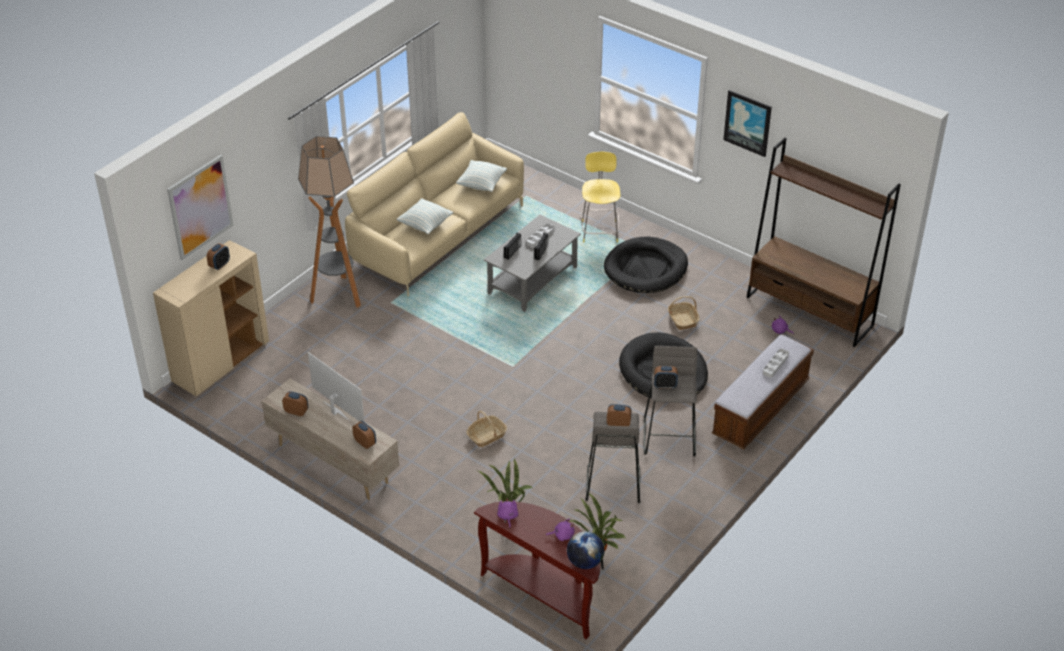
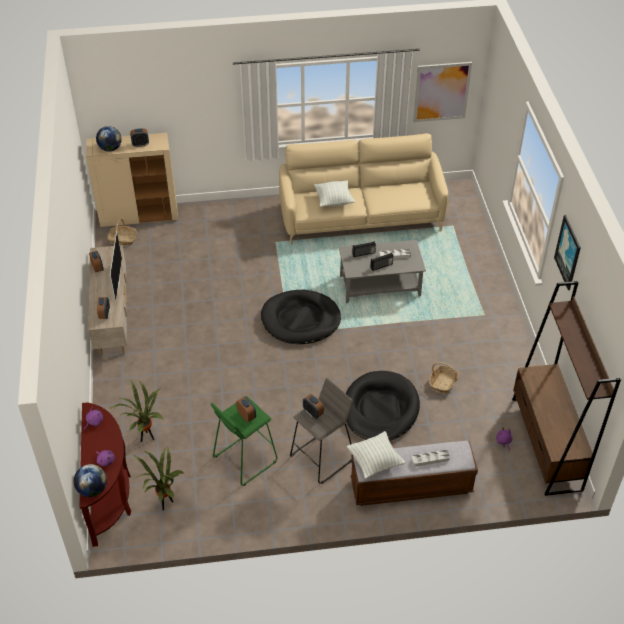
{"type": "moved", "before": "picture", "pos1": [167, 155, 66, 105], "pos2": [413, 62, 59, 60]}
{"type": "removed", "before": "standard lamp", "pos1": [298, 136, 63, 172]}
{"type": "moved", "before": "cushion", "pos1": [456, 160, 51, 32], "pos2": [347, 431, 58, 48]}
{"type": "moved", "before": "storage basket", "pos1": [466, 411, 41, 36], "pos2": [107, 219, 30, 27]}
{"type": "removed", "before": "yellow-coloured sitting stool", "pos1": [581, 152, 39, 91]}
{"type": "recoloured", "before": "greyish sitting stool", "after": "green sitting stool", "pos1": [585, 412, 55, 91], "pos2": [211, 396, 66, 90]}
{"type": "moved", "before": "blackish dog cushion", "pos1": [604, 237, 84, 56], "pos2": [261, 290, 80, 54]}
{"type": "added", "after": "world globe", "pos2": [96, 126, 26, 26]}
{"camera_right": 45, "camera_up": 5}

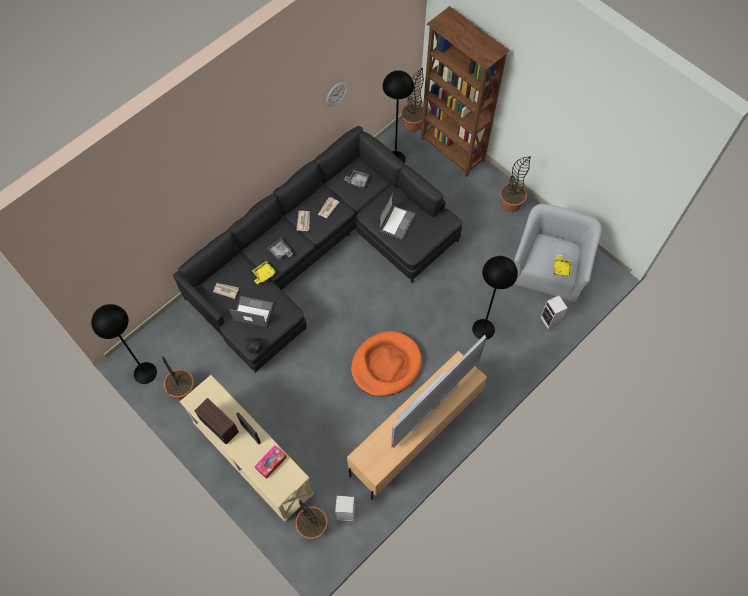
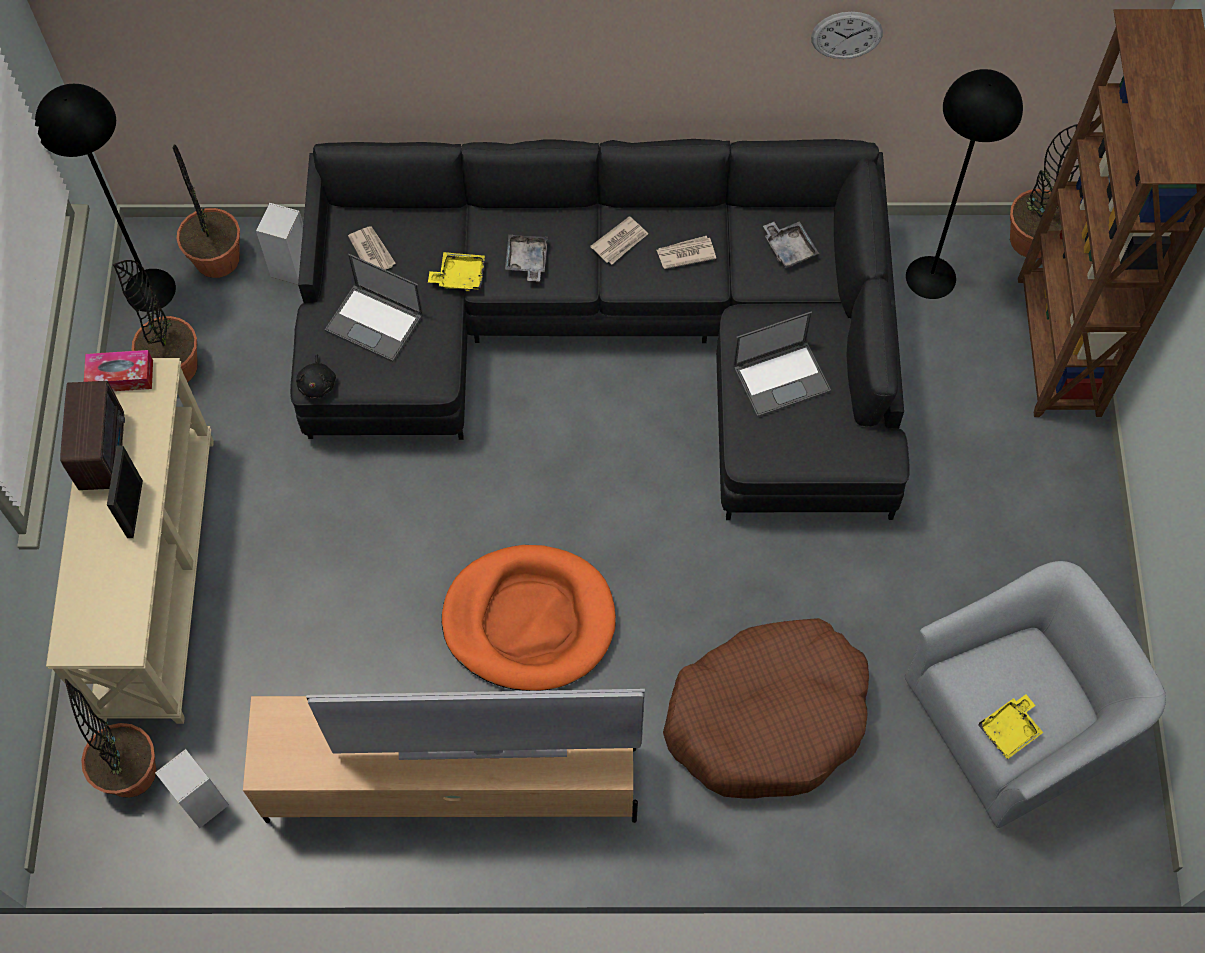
{"type": "turned", "before": "portable computer", "pos1": [229, 296, 45, 31], "pos2": [325, 254, 99, 108], "turn": 150}
{"type": "moved", "before": "tissue box", "pos1": [255, 445, 32, 34], "pos2": [84, 350, 69, 41]}
{"type": "replaced", "before": "blackish standard lamp", "after": "brown-coloured dog cushion", "pos1": [472, 256, 46, 84], "pos2": [663, 618, 206, 180]}
{"type": "moved", "before": "potted plant", "pos1": [500, 156, 31, 56], "pos2": [173, 144, 67, 134]}
{"type": "moved", "before": "audio speaker", "pos1": [540, 295, 28, 34], "pos2": [256, 203, 47, 82]}
{"camera_right": 45, "camera_up": 0}

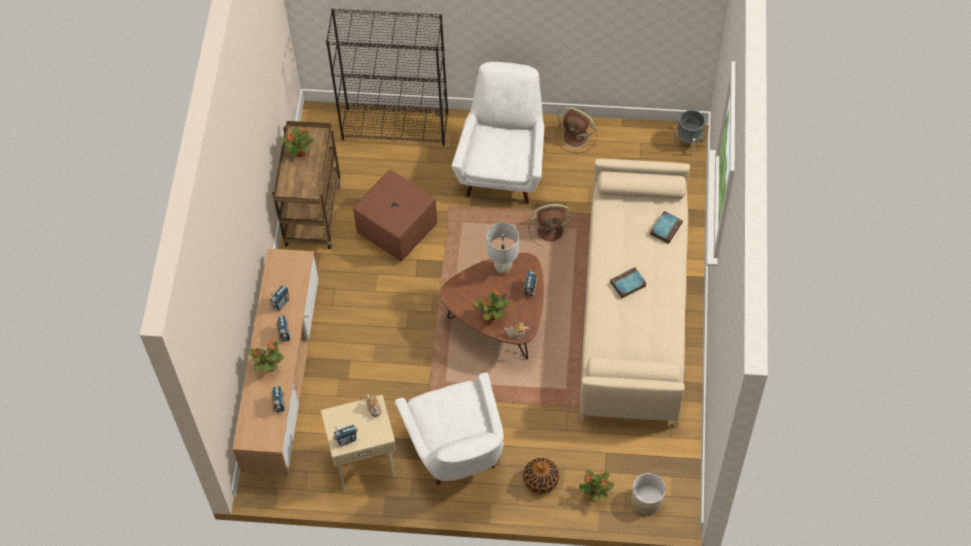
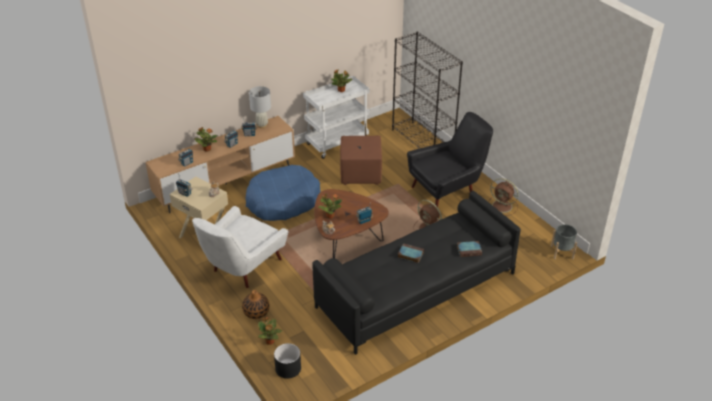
{"type": "recoloured", "before": "brown-coloured trolley", "after": "white-coloured trolley", "pos1": [272, 121, 69, 128], "pos2": [303, 76, 67, 83]}
{"type": "recoloured", "before": "white-coloured armchair", "after": "blackish armchair", "pos1": [452, 62, 92, 142], "pos2": [407, 112, 86, 95]}
{"type": "moved", "before": "white-coloured lamp for a table", "pos1": [486, 222, 33, 52], "pos2": [249, 86, 22, 42]}
{"type": "turned", "before": "brown-coloured cooling fan", "pos1": [556, 107, 41, 46], "pos2": [490, 178, 29, 38], "turn": -45}
{"type": "recoloured", "before": "beige-coloured settee", "after": "blackish settee", "pos1": [580, 159, 110, 268], "pos2": [312, 191, 209, 164]}
{"type": "recoloured", "before": "beige-coloured planter", "after": "blackish planter", "pos1": [631, 473, 35, 42], "pos2": [274, 343, 27, 36]}
{"type": "added", "after": "blue-coloured dog cushion", "pos2": [245, 165, 76, 56]}
{"camera_right": 50, "camera_up": -20}

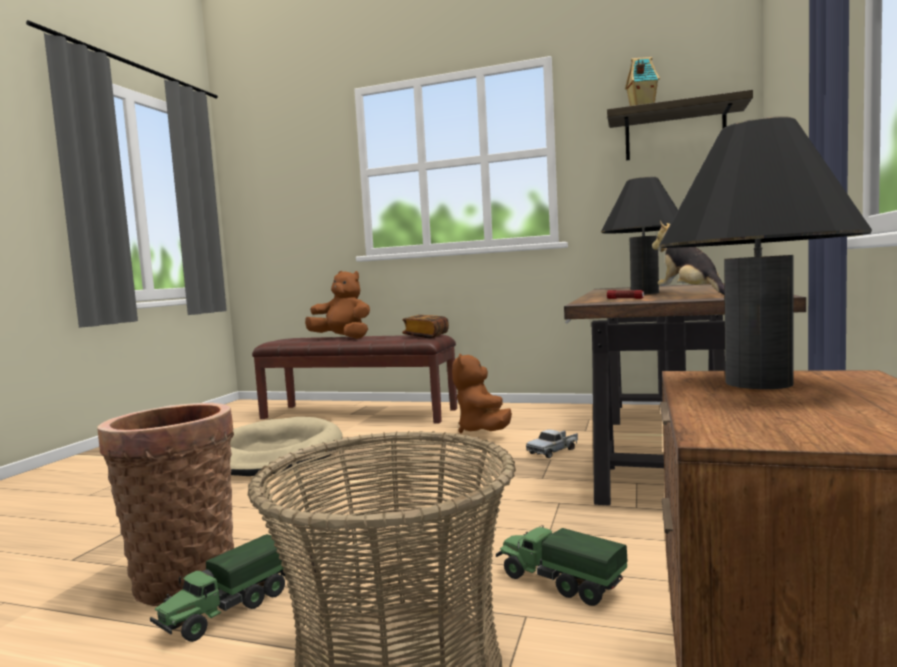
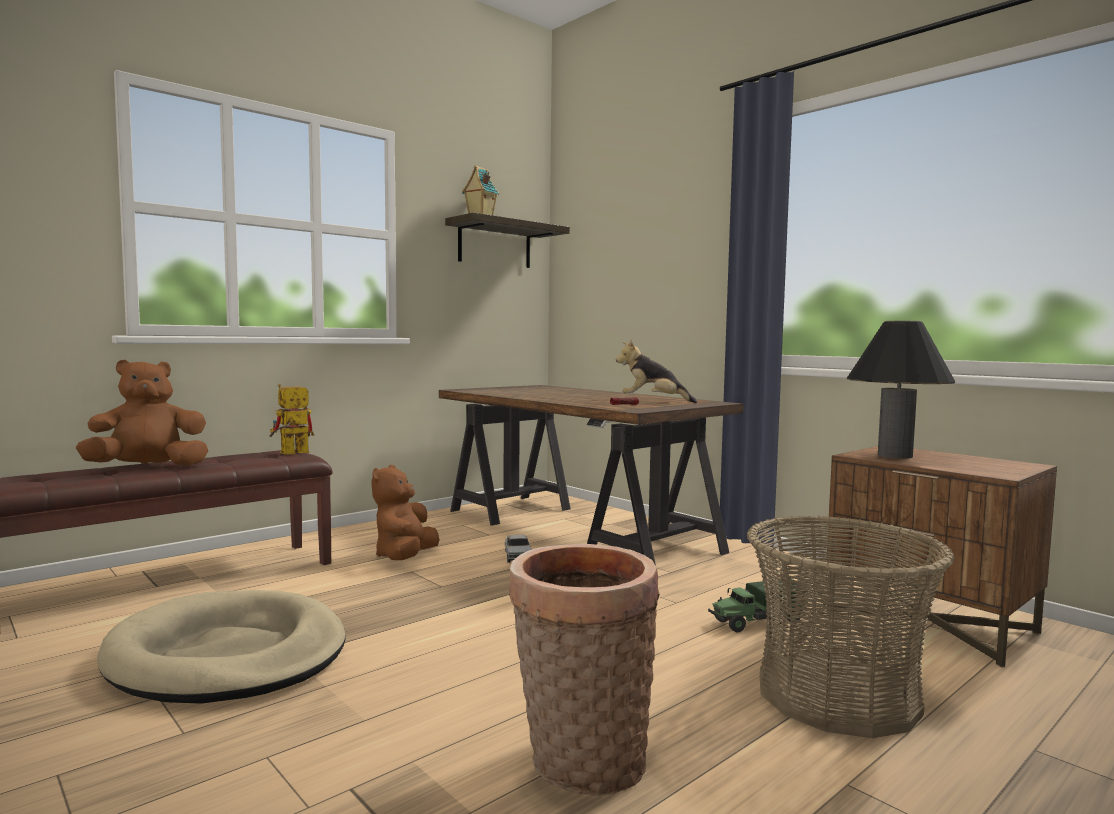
{"type": "removed", "before": "model truck", "pos1": [150, 534, 136, 108]}
{"type": "replaced", "before": "bound book", "after": "robot figure", "pos1": [402, 315, 47, 23], "pos2": [270, 384, 44, 70]}
{"type": "turned", "before": "brown-coloured cuddly toy", "pos1": [452, 354, 60, 79], "pos2": [372, 465, 67, 95], "turn": 75}
{"type": "removed", "before": "blackish lamp for a table", "pos1": [601, 177, 77, 117]}
{"camera_right": -60, "camera_up": 0}

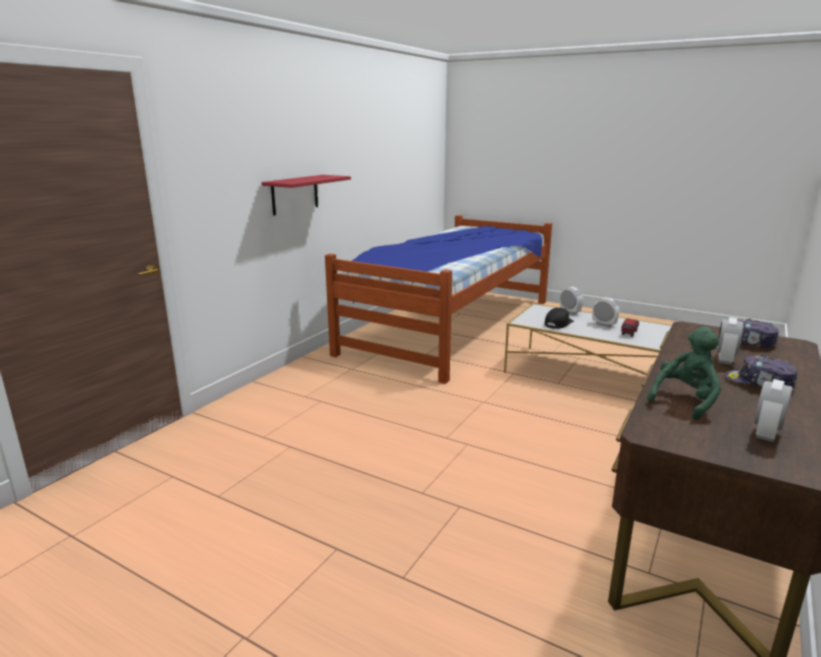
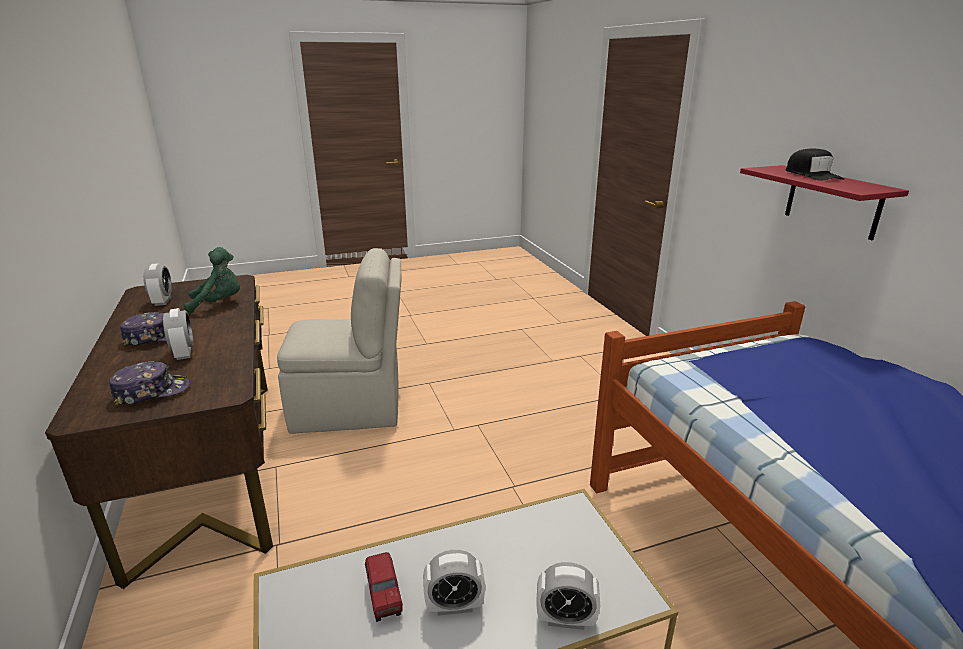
{"type": "moved", "before": "blackish cap", "pos1": [544, 308, 30, 21], "pos2": [786, 149, 59, 32]}
{"type": "turned", "before": "green cuddly toy", "pos1": [647, 327, 74, 93], "pos2": [184, 247, 56, 67], "turn": -105}
{"type": "added", "after": "beige-coloured plain chair", "pos2": [277, 248, 124, 186]}
{"camera_right": 130, "camera_up": 5}

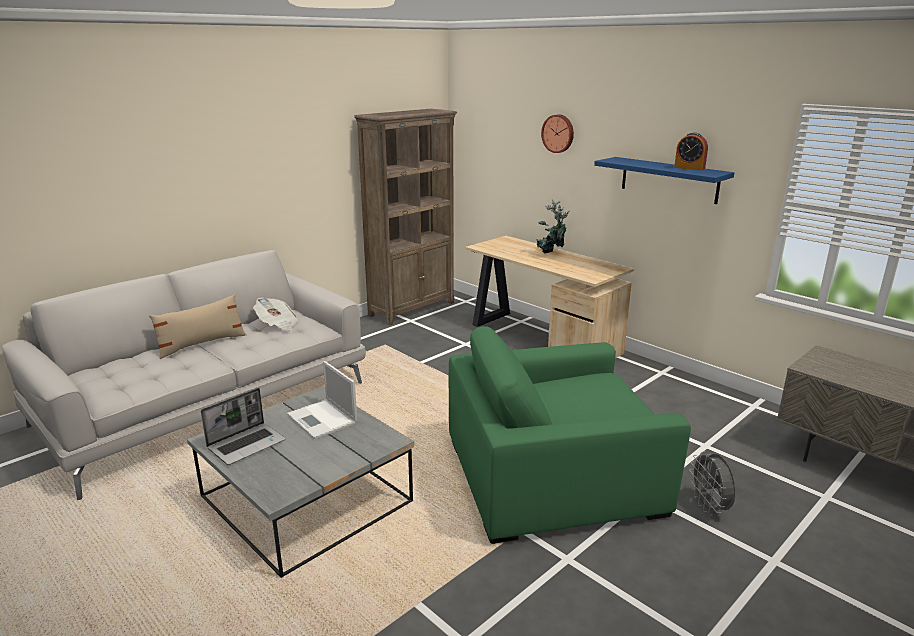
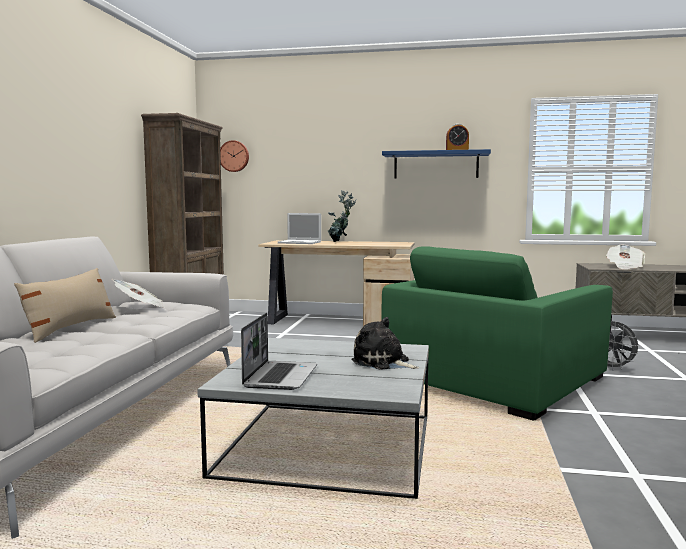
{"type": "moved", "before": "portable computer", "pos1": [287, 361, 70, 79], "pos2": [278, 213, 43, 31]}
{"type": "moved", "before": "wall clock", "pos1": [541, 114, 33, 39], "pos2": [220, 140, 29, 32]}
{"type": "added", "after": "cuddly toy", "pos2": [351, 317, 68, 53]}
{"type": "added", "after": "newspaper", "pos2": [606, 244, 39, 25]}
{"camera_right": -35, "camera_up": -15}

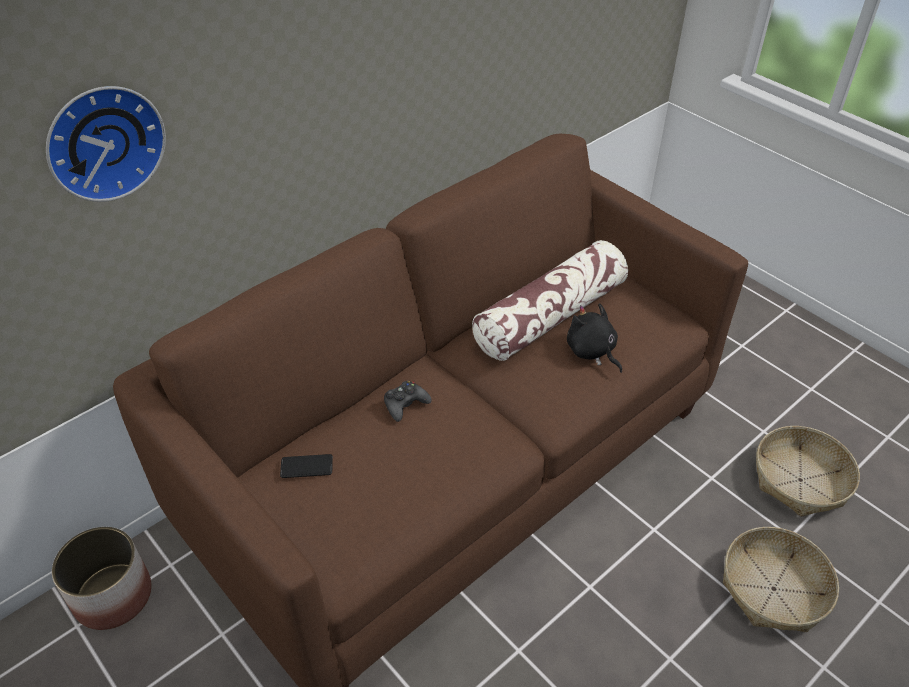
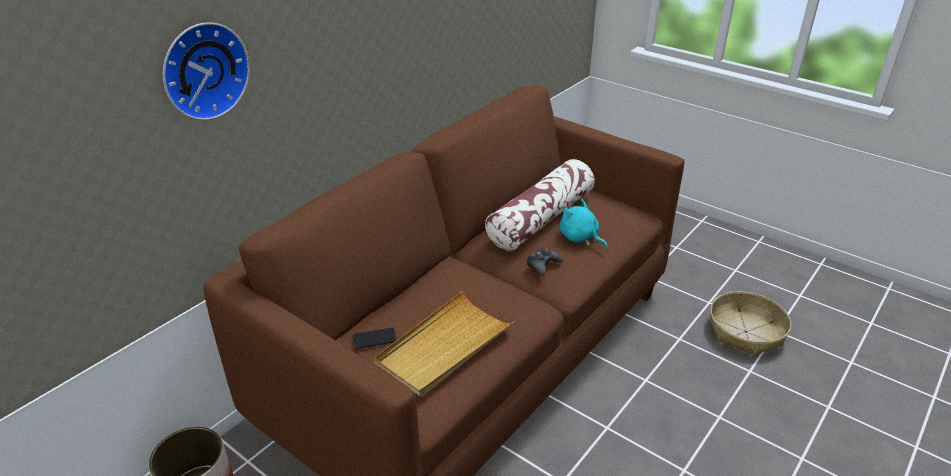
{"type": "moved", "before": "blackish joypad", "pos1": [384, 381, 48, 41], "pos2": [527, 247, 36, 29]}
{"type": "recoloured", "before": "blackish cuddly toy", "after": "blue-green cuddly toy", "pos1": [567, 303, 55, 70], "pos2": [560, 199, 48, 49]}
{"type": "removed", "before": "storage basket", "pos1": [723, 527, 116, 105]}
{"type": "added", "after": "beige-coloured serving tray", "pos2": [374, 291, 141, 106]}
{"camera_right": -10, "camera_up": -10}

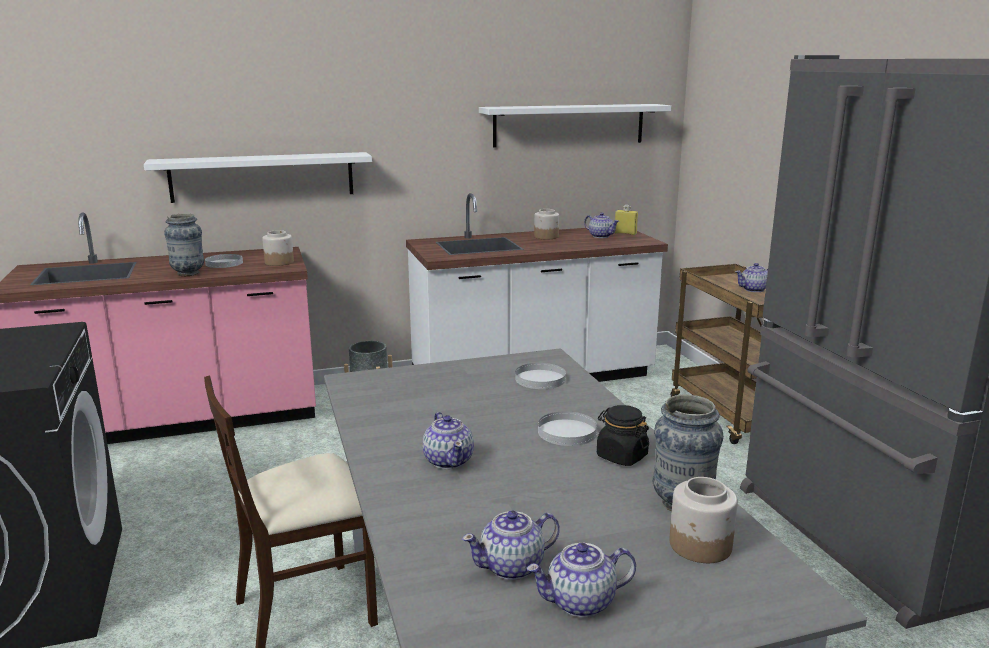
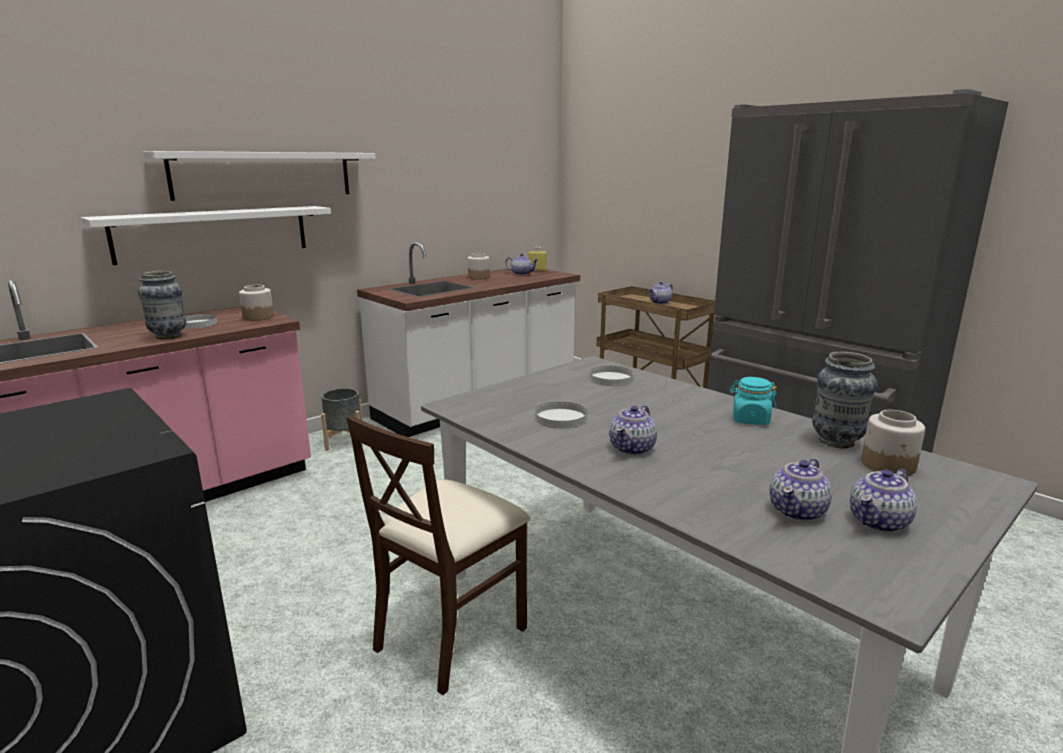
{"type": "turned", "before": "tea pot", "pos1": [423, 412, 51, 57], "pos2": [610, 405, 47, 50], "turn": 75}
{"type": "moved", "before": "white-coloured shelf", "pos1": [479, 104, 192, 43], "pos2": [142, 151, 234, 50]}
{"type": "moved", "before": "white-coloured dinner plate", "pos1": [538, 411, 59, 35], "pos2": [535, 402, 52, 27]}
{"type": "recoloured", "before": "blackish preserve jar", "after": "blue-green preserve jar", "pos1": [597, 405, 52, 61], "pos2": [730, 377, 47, 48]}
{"camera_right": -25, "camera_up": 0}

